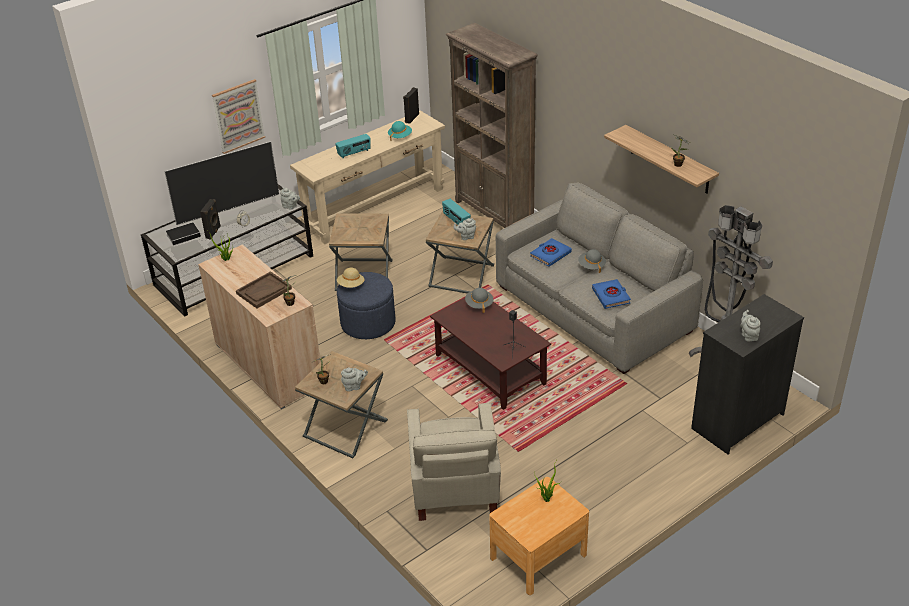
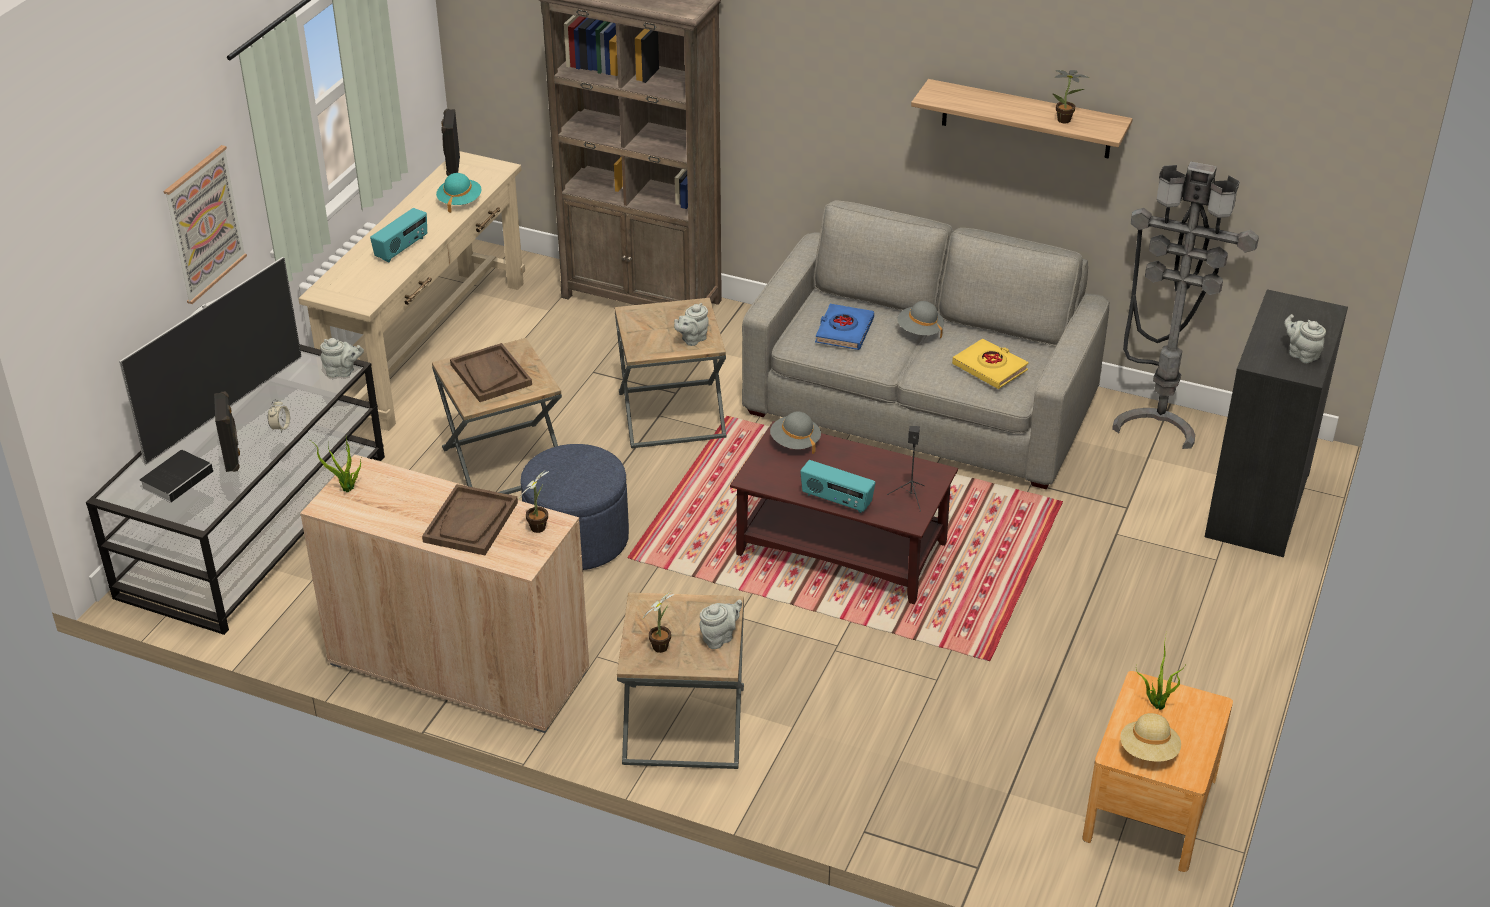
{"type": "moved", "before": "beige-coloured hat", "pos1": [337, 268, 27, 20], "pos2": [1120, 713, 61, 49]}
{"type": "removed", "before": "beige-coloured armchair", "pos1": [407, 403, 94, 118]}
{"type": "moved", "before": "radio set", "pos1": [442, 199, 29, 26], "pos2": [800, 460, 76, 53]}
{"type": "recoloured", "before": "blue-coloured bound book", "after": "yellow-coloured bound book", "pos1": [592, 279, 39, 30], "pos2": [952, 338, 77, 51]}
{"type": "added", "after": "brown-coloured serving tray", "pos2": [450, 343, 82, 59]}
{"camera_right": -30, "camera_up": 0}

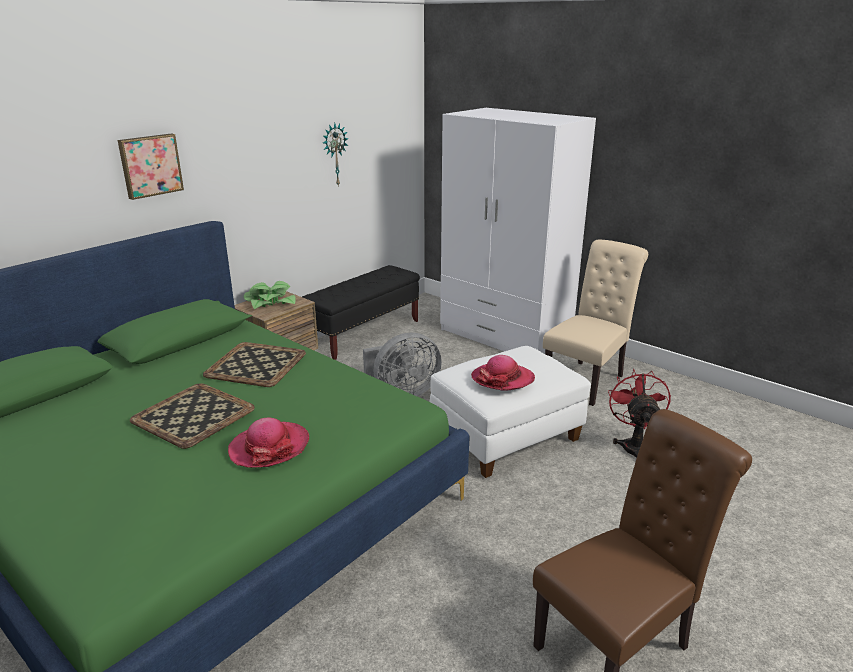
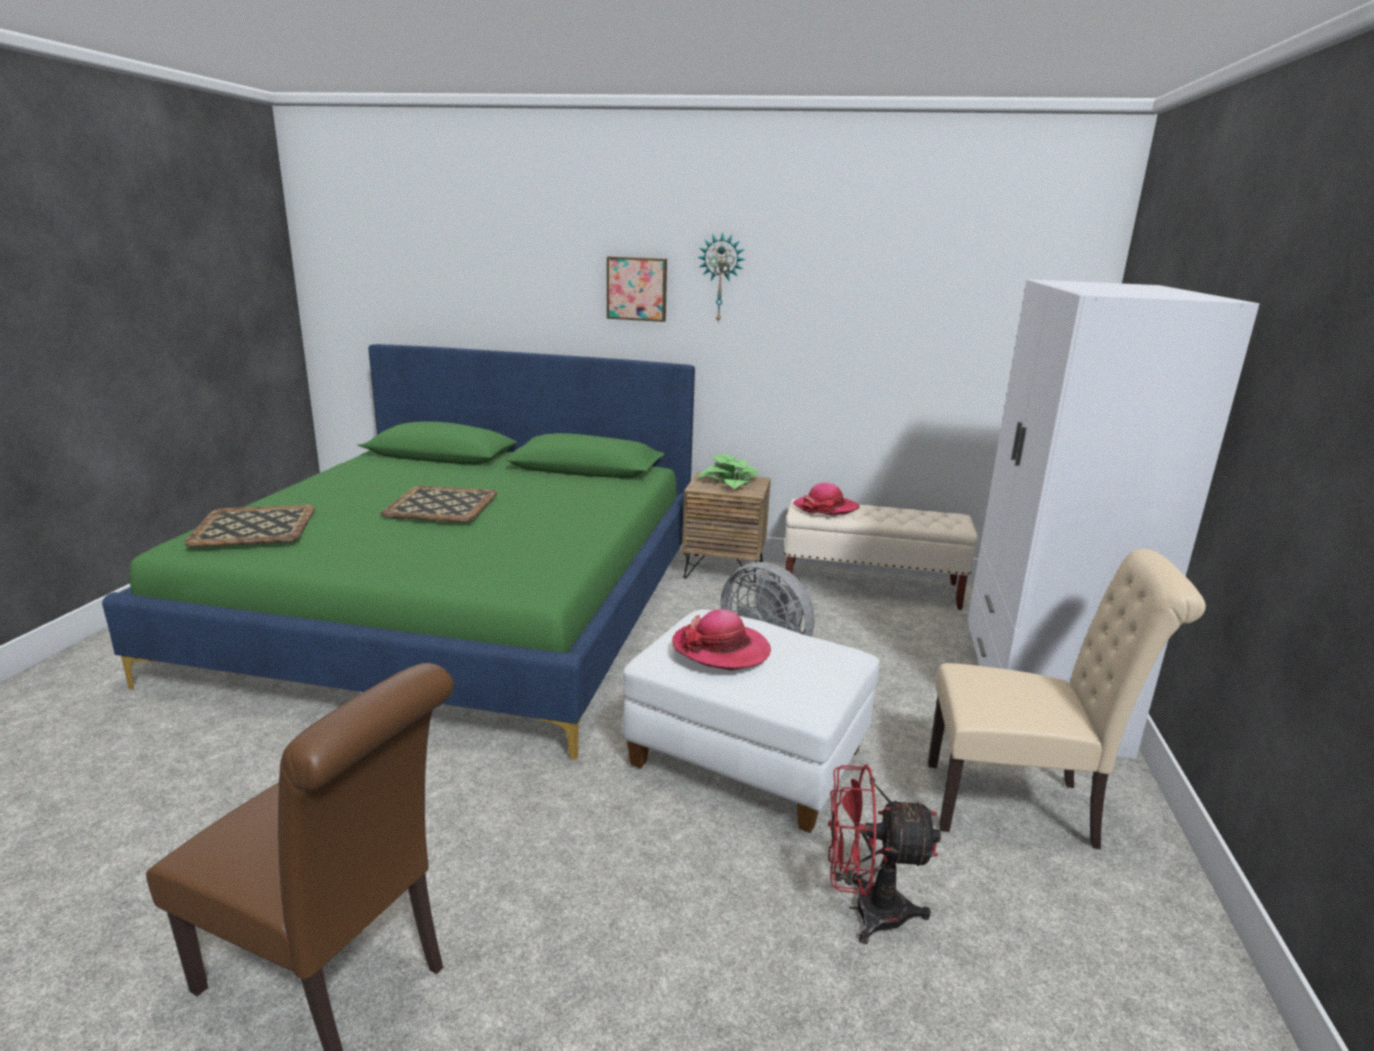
{"type": "moved", "before": "serving tray", "pos1": [203, 342, 103, 45], "pos2": [184, 505, 131, 42]}
{"type": "moved", "before": "hat", "pos1": [228, 418, 81, 50], "pos2": [793, 482, 67, 33]}
{"type": "recoloured", "before": "blackish bench", "after": "beige-coloured bench", "pos1": [302, 265, 118, 95], "pos2": [783, 499, 195, 111]}
{"type": "moved", "before": "wall clock", "pos1": [323, 123, 25, 63], "pos2": [697, 232, 48, 91]}
{"type": "turned", "before": "red-coloured cooling fan", "pos1": [608, 369, 63, 89], "pos2": [828, 764, 113, 180], "turn": -150}
{"camera_right": 60, "camera_up": -5}

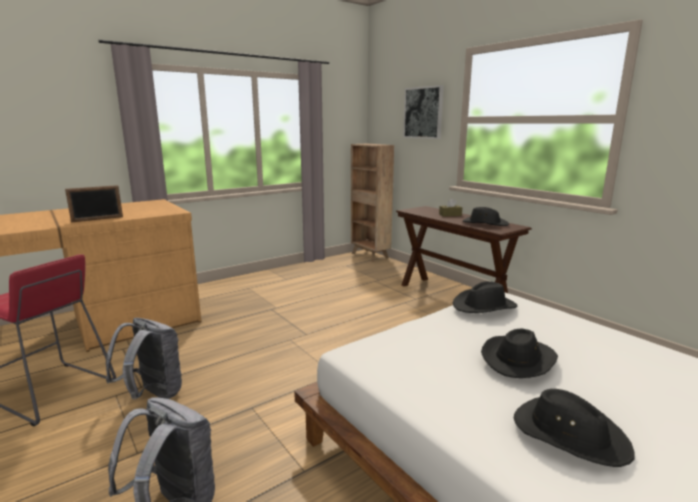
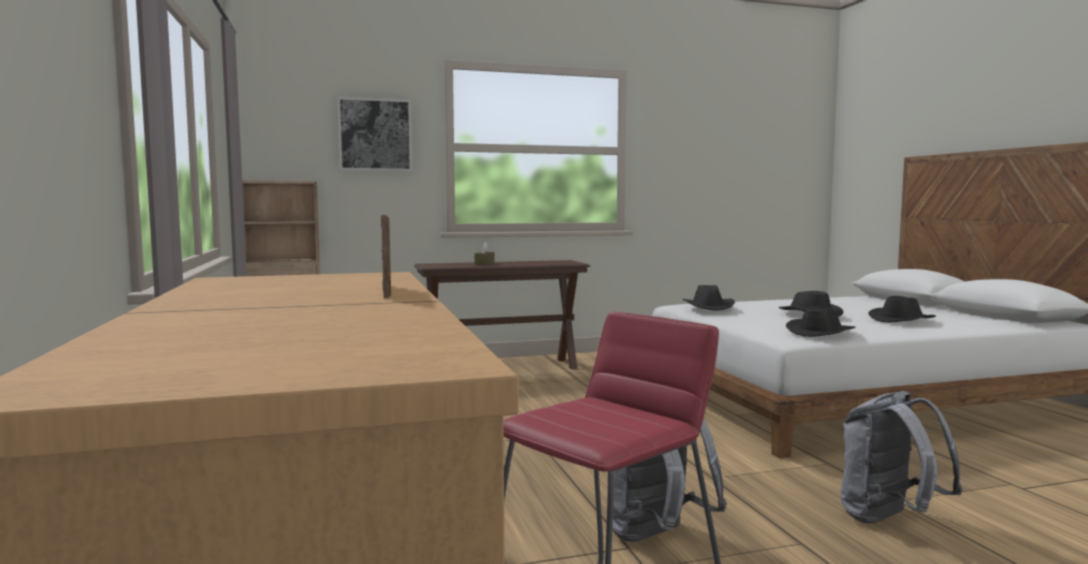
{"type": "moved", "before": "blackish hat", "pos1": [463, 207, 46, 19], "pos2": [786, 306, 69, 31]}
{"camera_right": -70, "camera_up": -10}

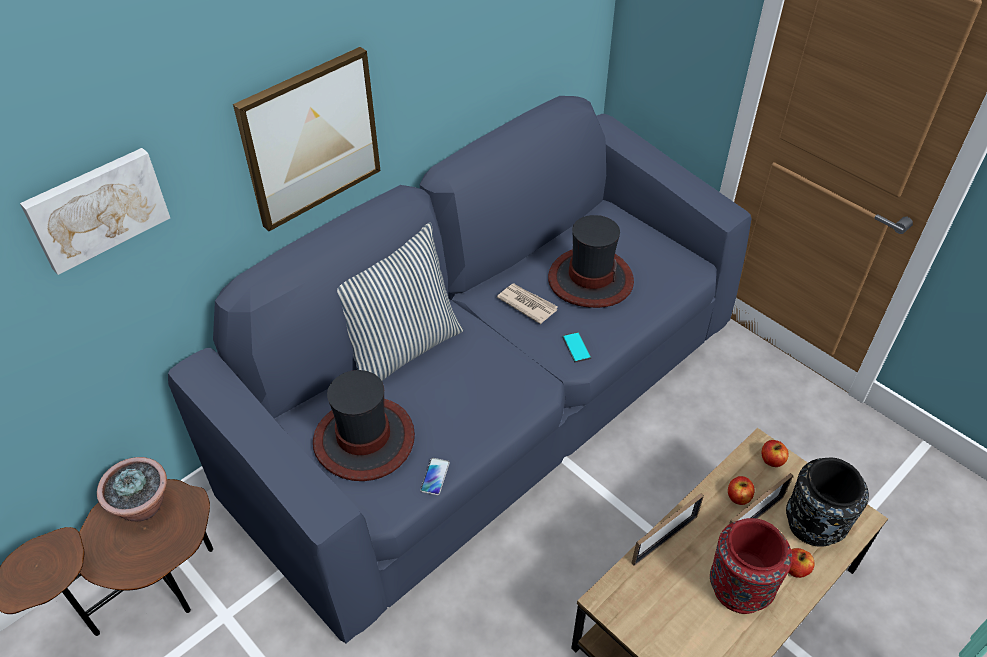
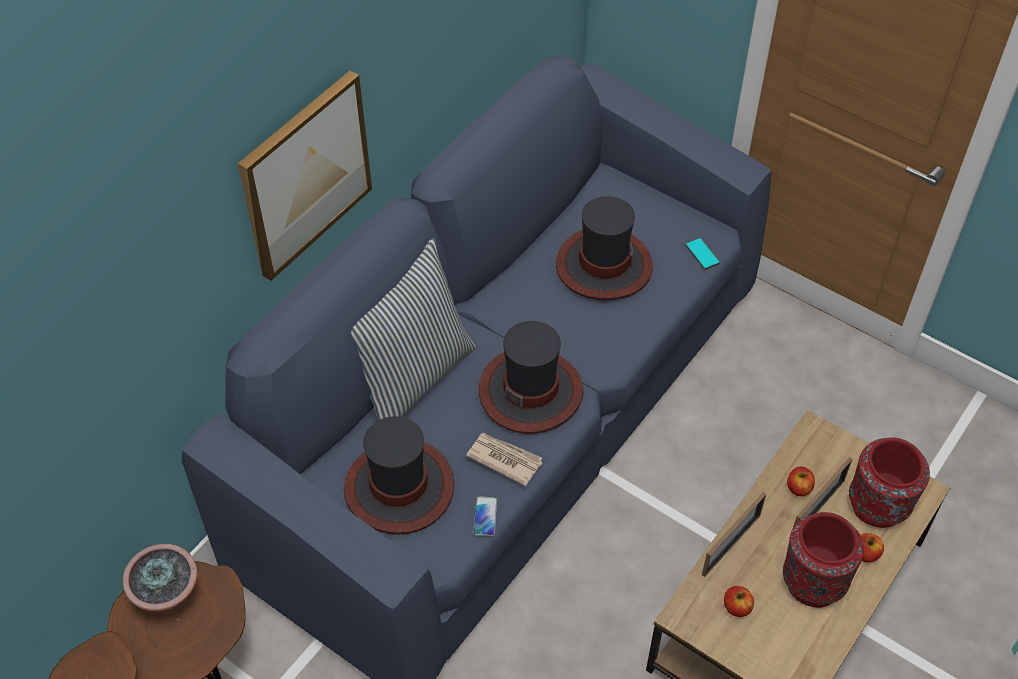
{"type": "removed", "before": "picture", "pos1": [20, 148, 150, 127]}
{"type": "moved", "before": "newspaper", "pos1": [497, 284, 61, 40], "pos2": [466, 433, 76, 53]}
{"type": "moved", "before": "handset", "pos1": [562, 332, 29, 31], "pos2": [685, 237, 35, 33]}
{"type": "moved", "before": "apple", "pos1": [762, 440, 27, 27], "pos2": [724, 586, 30, 31]}
{"type": "recoloured", "before": "blackish decorative vase", "after": "red-coloured decorative vase", "pos1": [786, 457, 83, 90], "pos2": [849, 437, 81, 91]}
{"type": "added", "after": "hat", "pos2": [479, 321, 104, 113]}
{"camera_right": -10, "camera_up": 5}

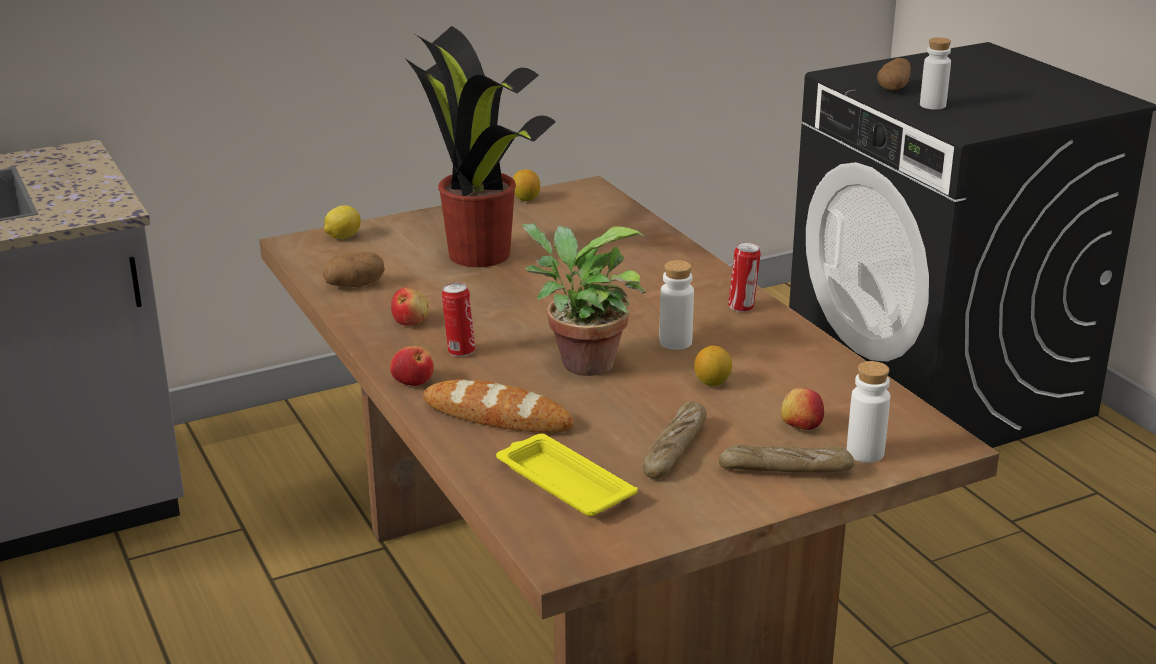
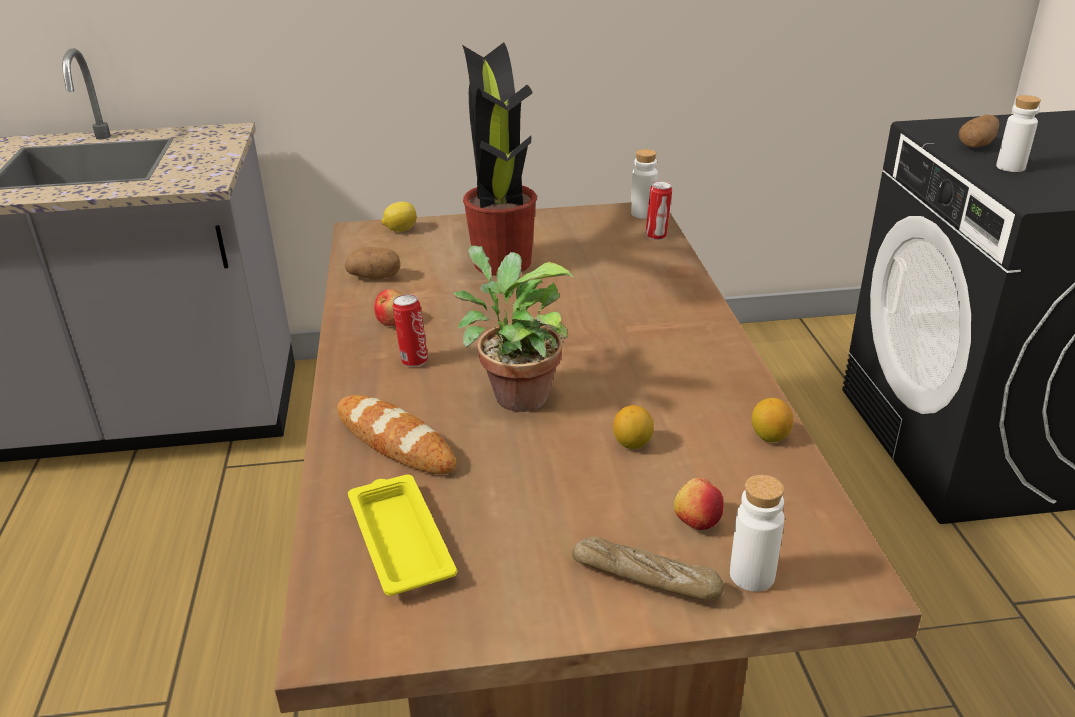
{"type": "removed", "before": "apple", "pos1": [390, 346, 44, 40]}
{"type": "moved", "before": "whole lemon", "pos1": [512, 169, 28, 32], "pos2": [752, 398, 41, 44]}
{"type": "removed", "before": "bakery bread", "pos1": [643, 402, 64, 77]}
{"type": "moved", "before": "white-coloured beverage bottle", "pos1": [659, 260, 35, 90], "pos2": [631, 149, 27, 69]}
{"type": "moved", "before": "sealed can", "pos1": [728, 242, 33, 70], "pos2": [645, 181, 27, 59]}
{"camera_right": 20, "camera_up": 5}

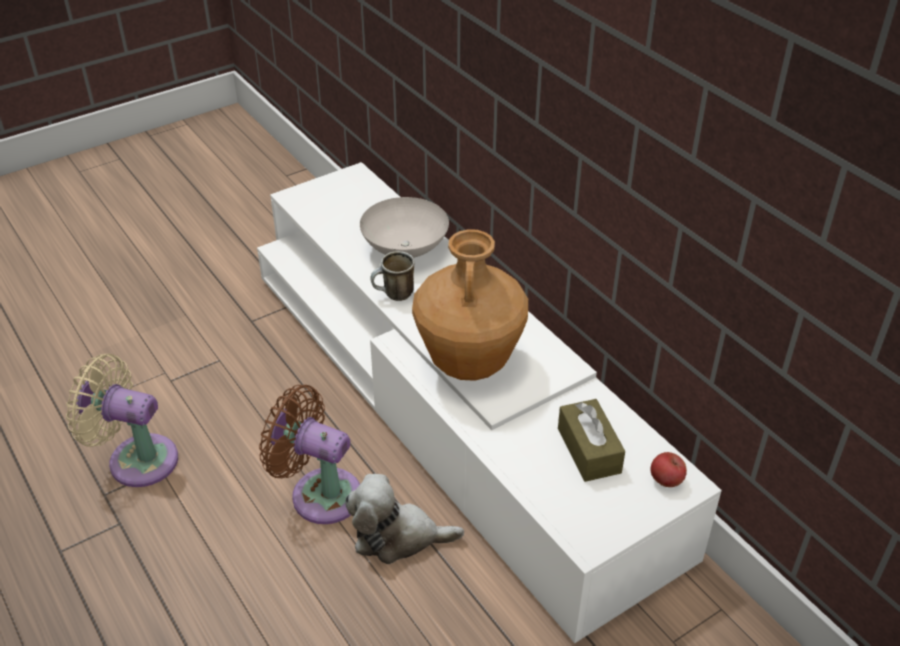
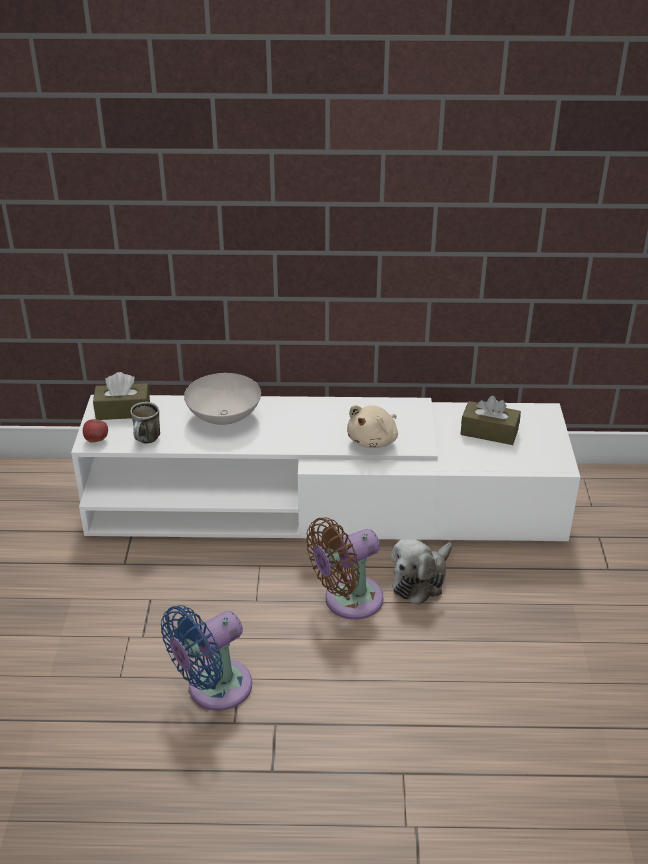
{"type": "recoloured", "before": "beige-coloured cooling fan", "after": "blue-coloured cooling fan", "pos1": [66, 354, 112, 133], "pos2": [161, 605, 91, 106]}
{"type": "moved", "before": "mug", "pos1": [371, 251, 43, 50], "pos2": [130, 402, 30, 42]}
{"type": "replaced", "before": "brown-coloured decorative vase", "after": "beige-coloured cuddly toy", "pos1": [412, 229, 116, 152], "pos2": [347, 405, 51, 43]}
{"type": "moved", "before": "apple", "pos1": [651, 452, 36, 35], "pos2": [83, 419, 25, 24]}
{"type": "added", "after": "brown-coloured tissue box", "pos2": [93, 372, 57, 48]}
{"camera_right": -55, "camera_up": -5}

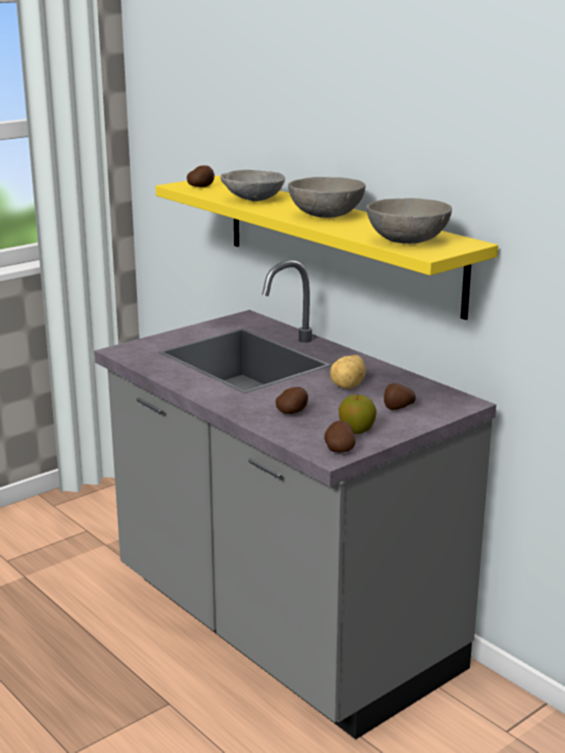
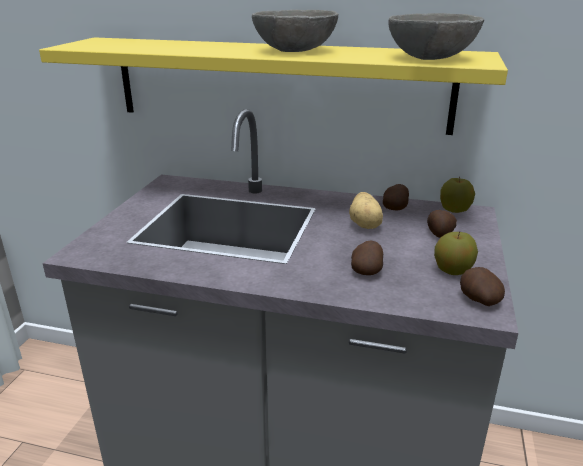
{"type": "moved", "before": "spud", "pos1": [187, 165, 27, 22], "pos2": [383, 184, 26, 26]}
{"type": "removed", "before": "greyish serving bowl", "pos1": [220, 170, 65, 31]}
{"type": "added", "after": "apple", "pos2": [440, 177, 35, 36]}
{"camera_right": -35, "camera_up": 5}

